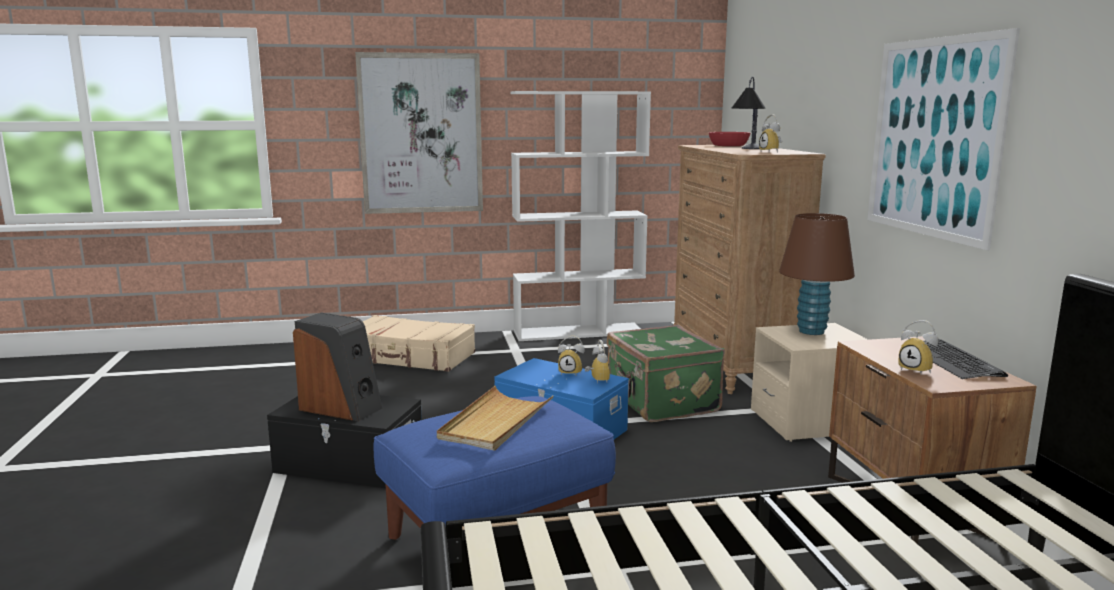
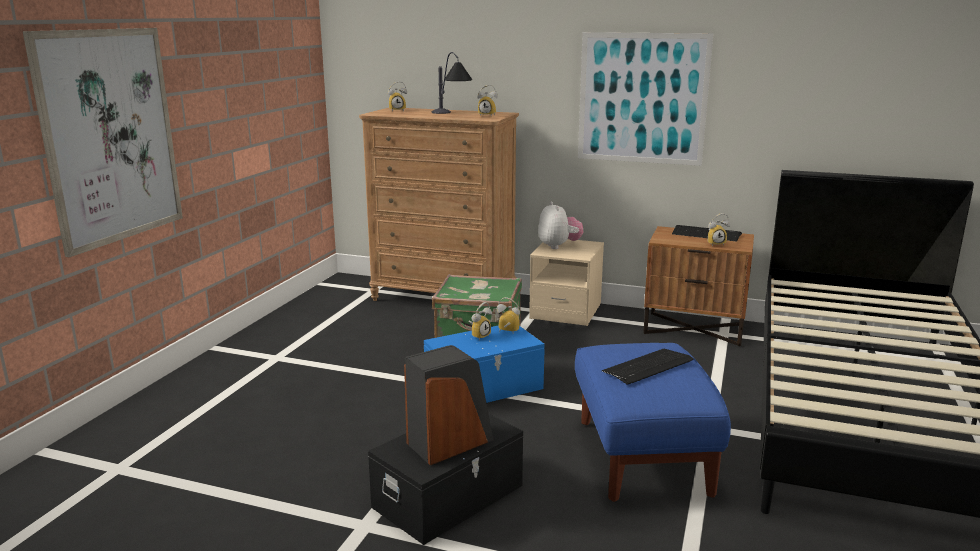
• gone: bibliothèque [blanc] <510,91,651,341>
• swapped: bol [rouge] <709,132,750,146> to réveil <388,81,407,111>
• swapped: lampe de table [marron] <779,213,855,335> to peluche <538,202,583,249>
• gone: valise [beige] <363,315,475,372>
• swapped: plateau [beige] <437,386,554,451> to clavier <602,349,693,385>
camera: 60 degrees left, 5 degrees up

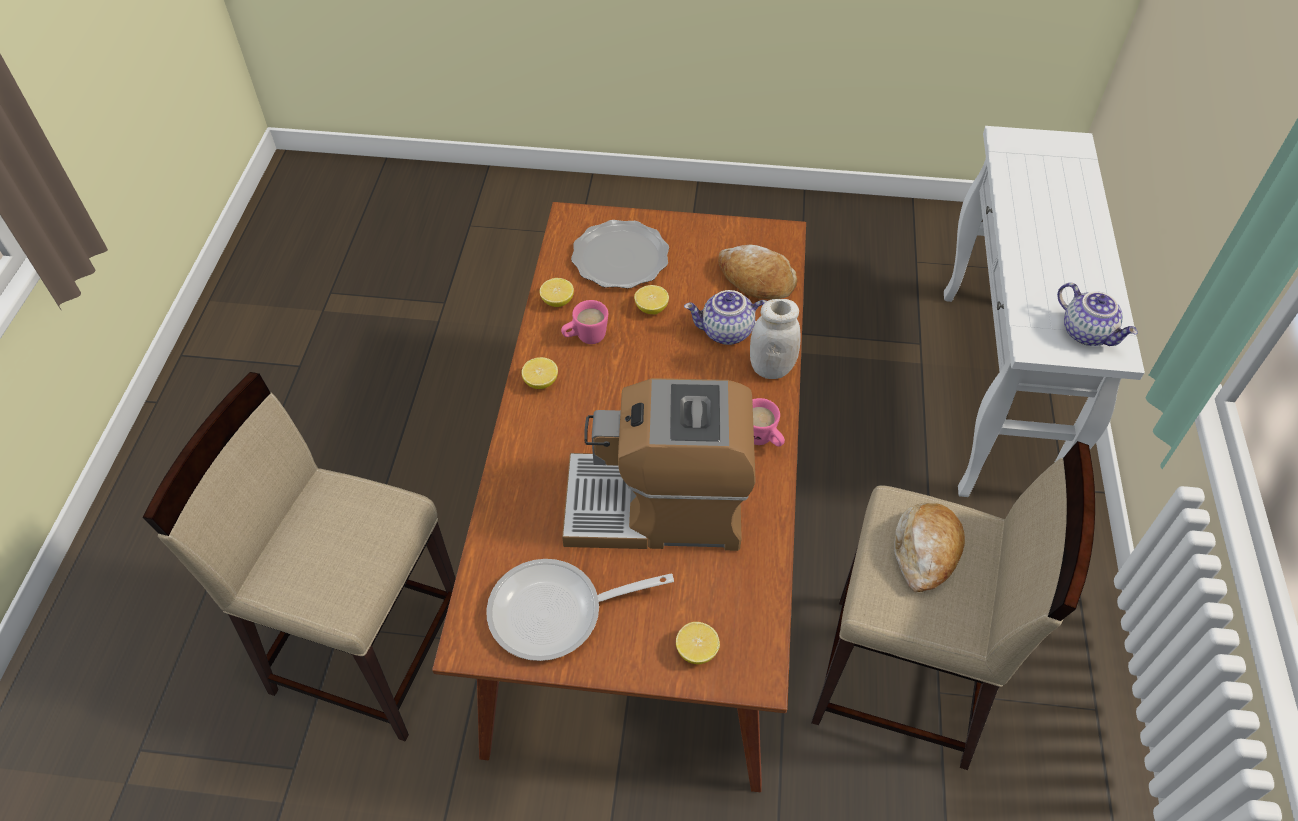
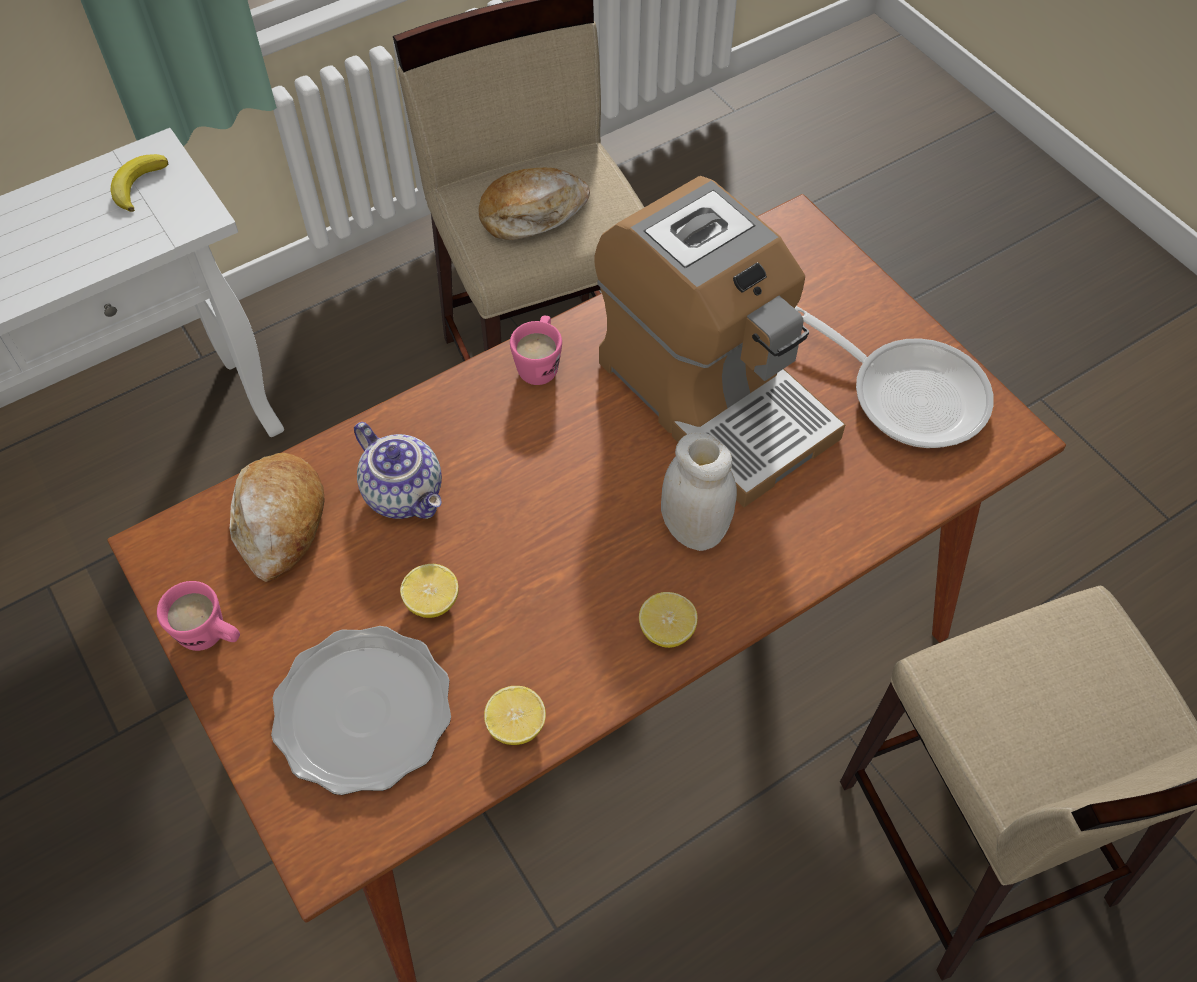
• swapped: théière <1057,283,1138,346> to banane <110,154,169,212>
• shifted: bocal [blanc] <750,299,801,379> to <661,432,737,551>
• shifted: mug [rose] <561,300,608,344> to <157,581,240,651>
• gone: citron <676,622,720,664>
camera: 130 degrees left, 5 degrees up

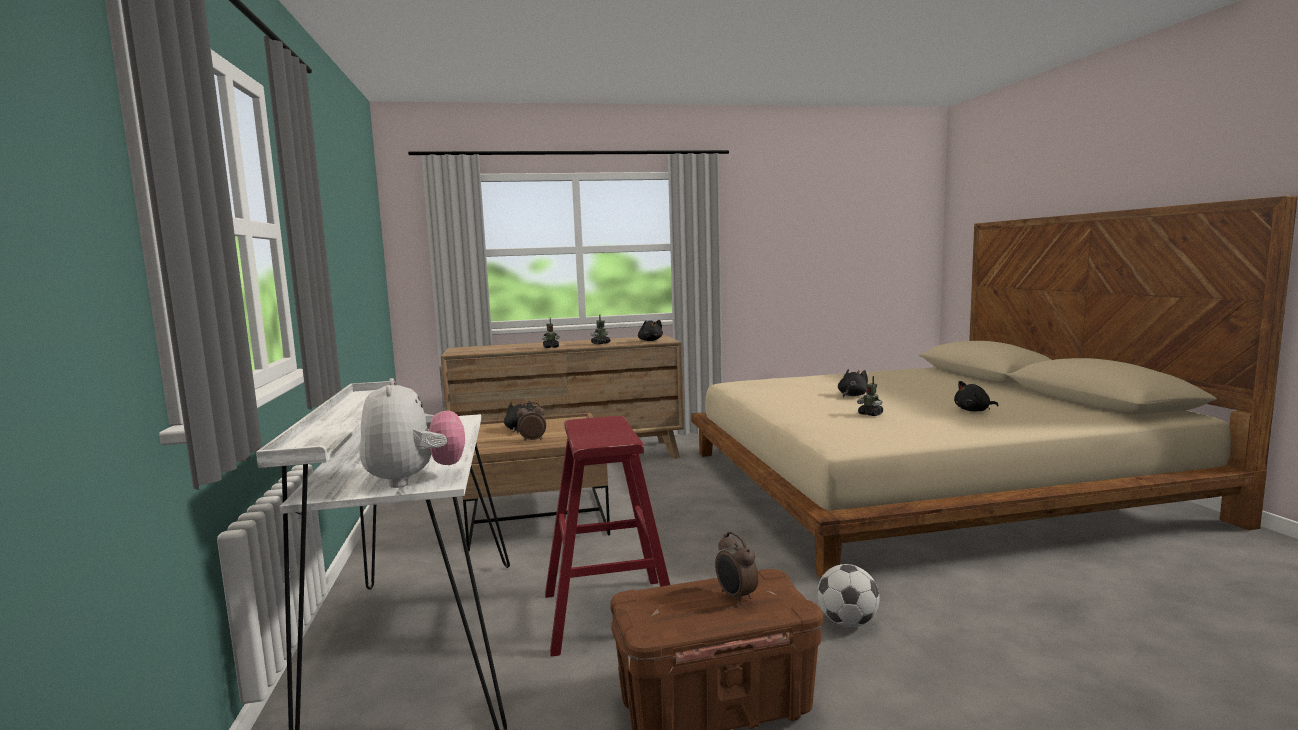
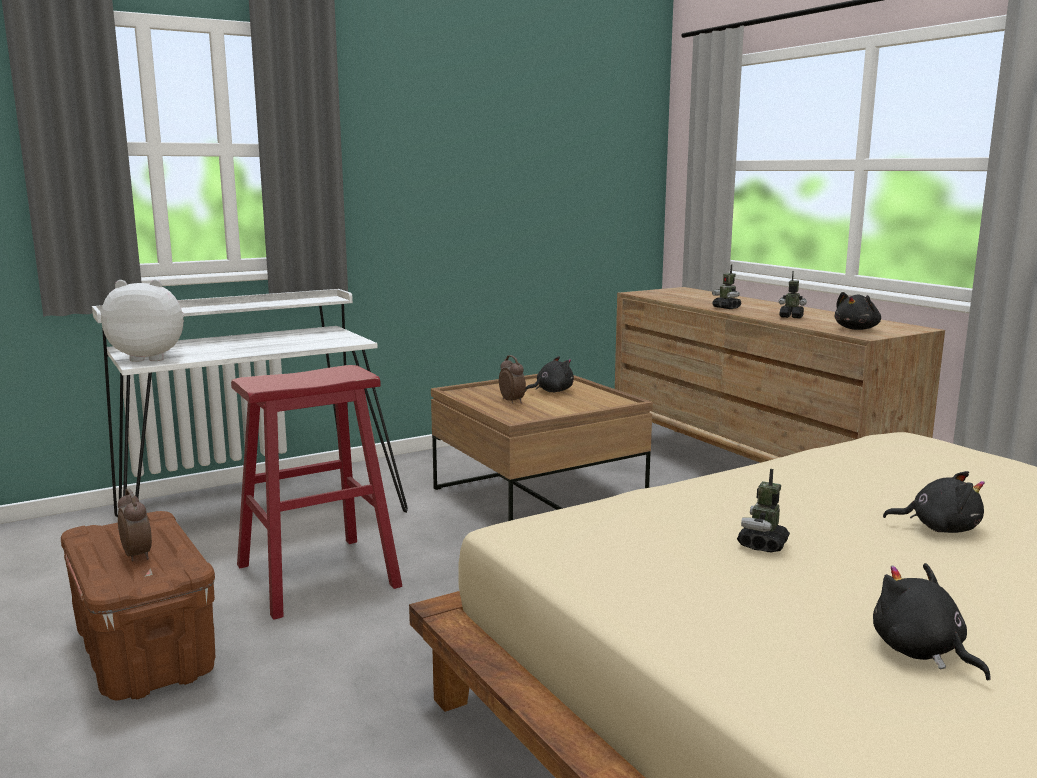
• rotated: peluche <360,378,465,488> = <101,279,184,362> 150 degrees counterclockwise
• rotated: réveil <715,531,758,605> = <118,489,152,561> 105 degrees clockwise
• gone: ballon de foot <817,564,880,627>
camera: 70 degrees right, 5 degrees up

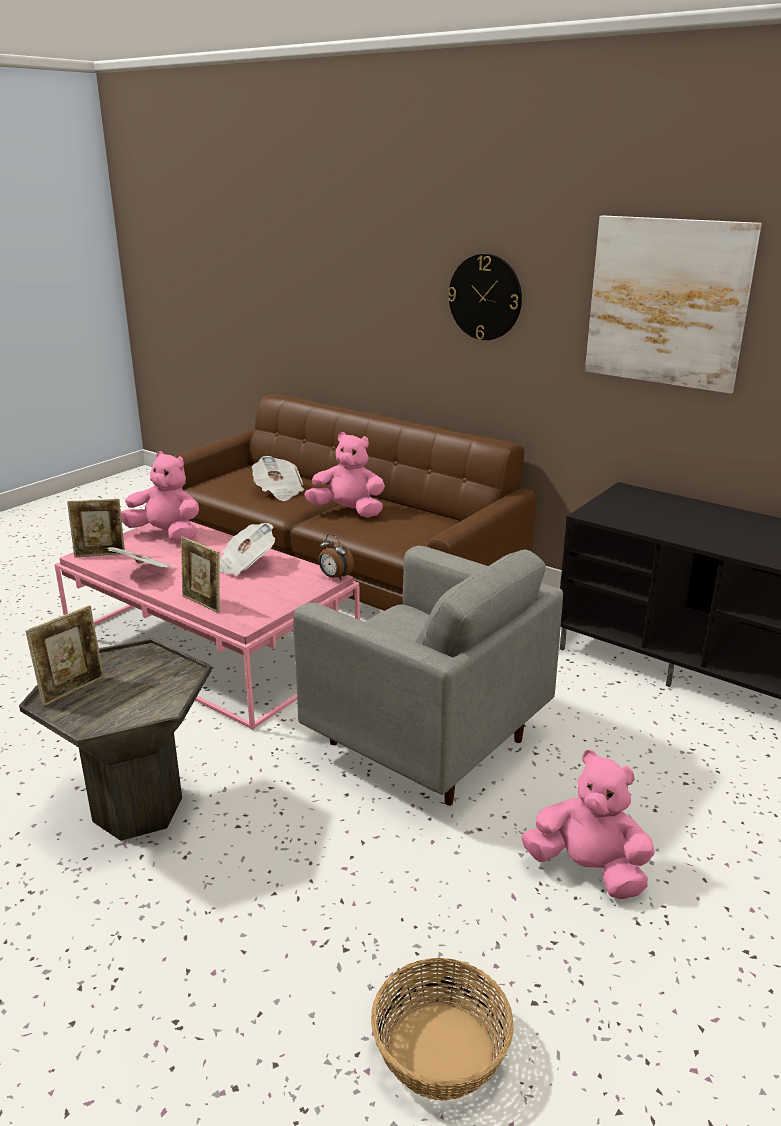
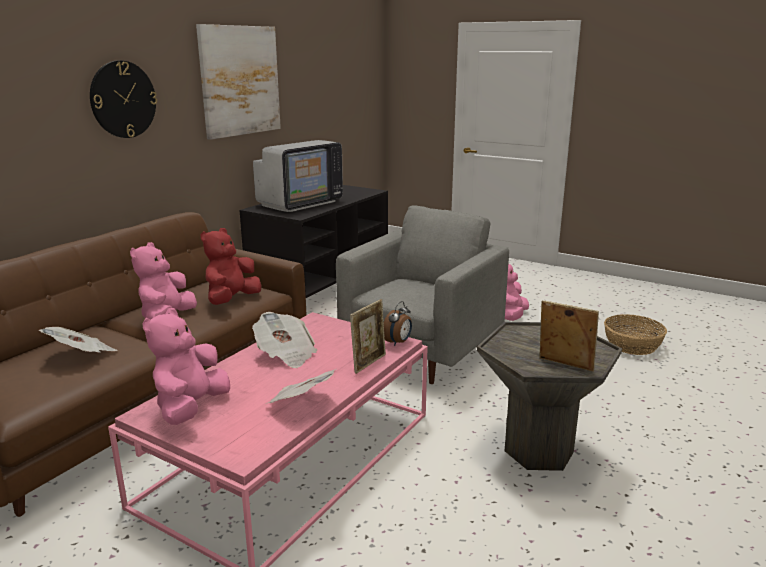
• gone: cadre photo <67,499,125,558>
• shifted: réveil <319,534,354,580> to <384,301,412,346>
• new: téléviseur <253,140,343,212>
• new: peluche [rouge] <200,228,262,305>
camera: 95 degrees left, 5 degrees down

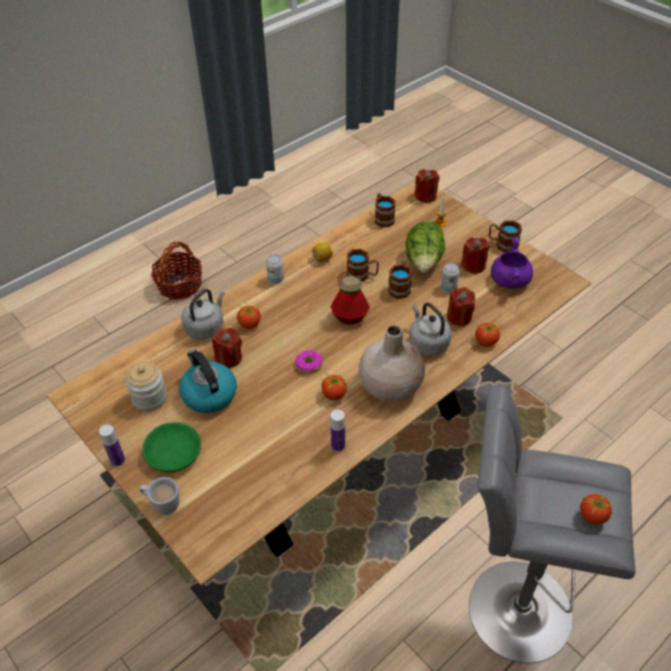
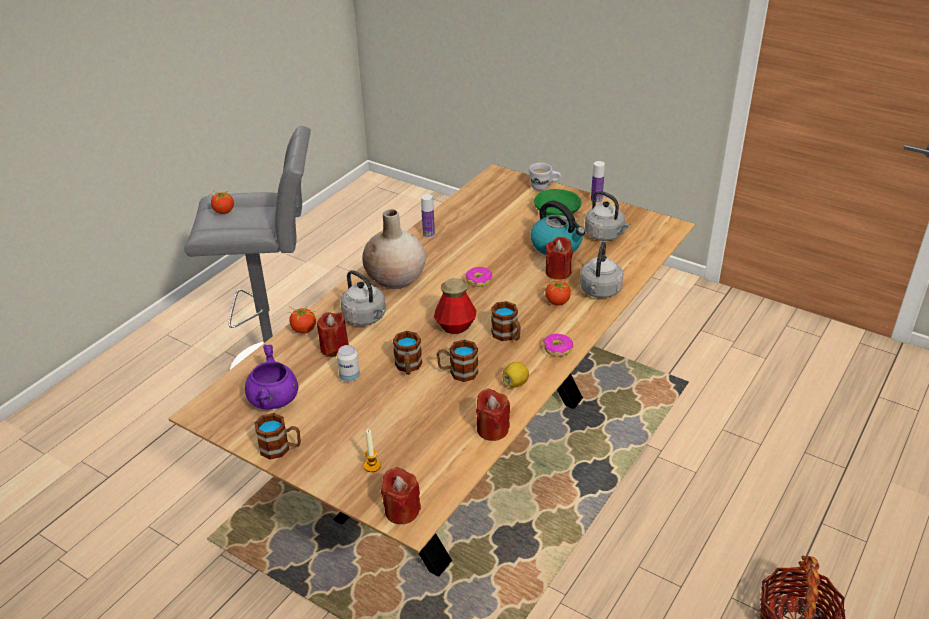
• shifted: mug <375,193,396,227> to <491,301,521,341>
• gone: laitue <405,221,445,272>
• shifted: bougie [rouge] <461,237,490,274> to <476,388,510,441>
• swapped: boîte métallique <266,254,284,284> to beignet <543,334,573,357>
• swapped: bocal <125,362,167,411> to bouilloire [gris] <585,191,630,241>
• gone: tomate <320,372,347,401>
camera: 165 degrees right, 10 degrees down

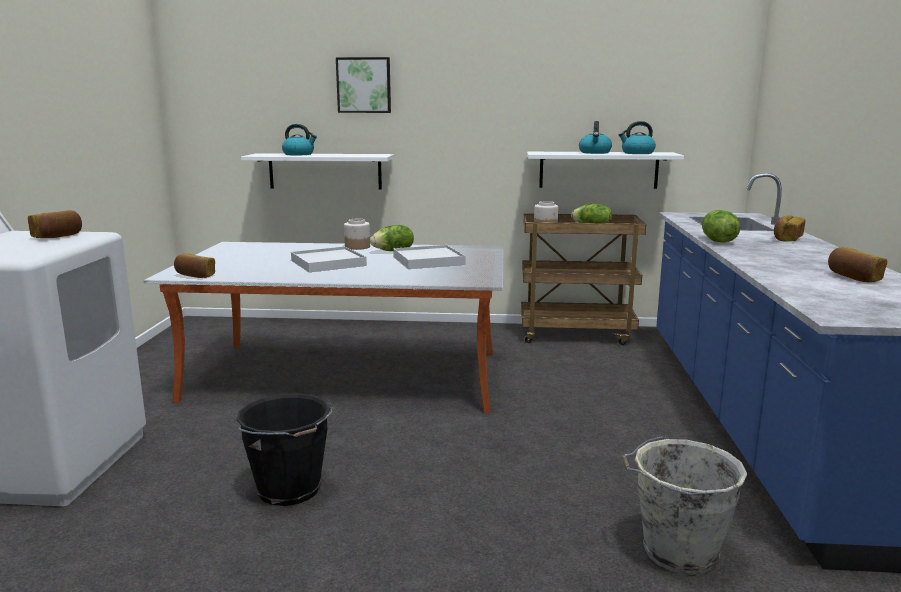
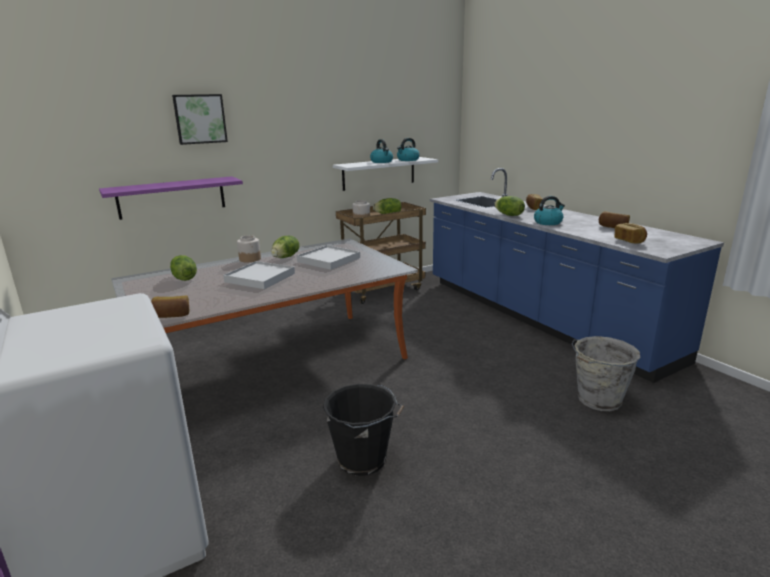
• shifted: bouilloire <282,124,317,156> to <534,196,565,225>
• repainted: étagère [blanc] <241,153,394,190> to étagère [violet] <99,176,243,220>
• shifted: pain <28,210,82,238> to <614,223,647,243>
• new: laitue <170,255,197,281>
camera: 35 degrees left, 5 degrees up

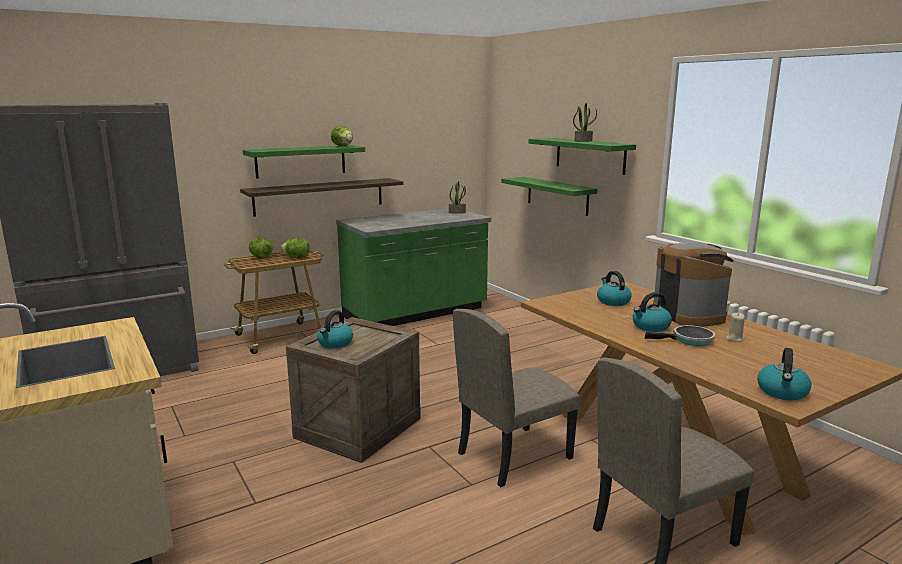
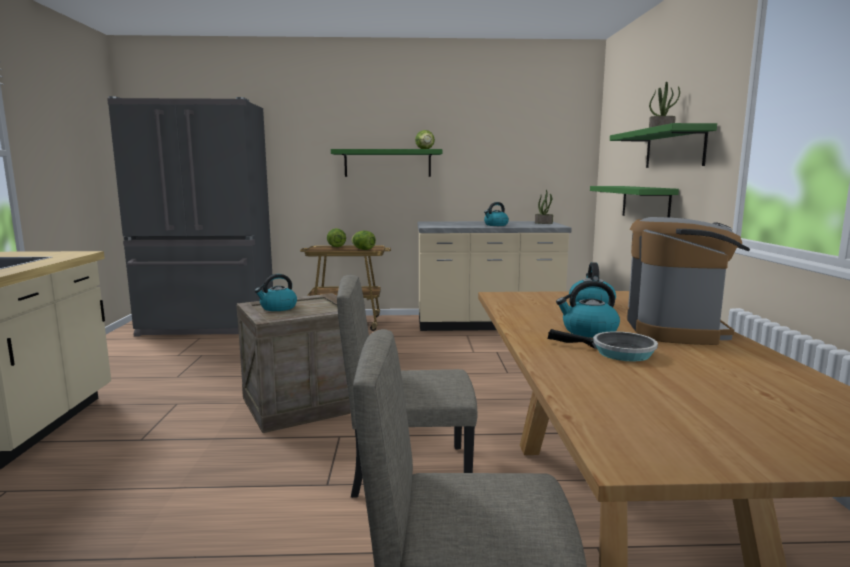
• gone: étagère <240,178,403,217>
• repainted: comptoir de cuisine [vert] <336,208,491,326> to comptoir de cuisine [beige] <418,221,572,331>
• gone: bougie [beige] <726,313,745,342>
• shifted: bouilloire <757,348,812,400> to <484,202,509,226>
camera: 30 degrees right, 5 degrees down

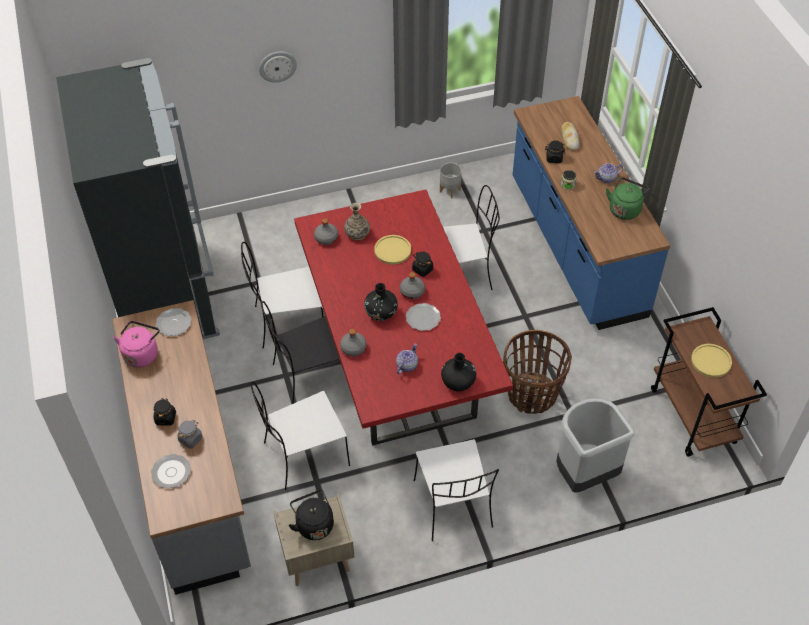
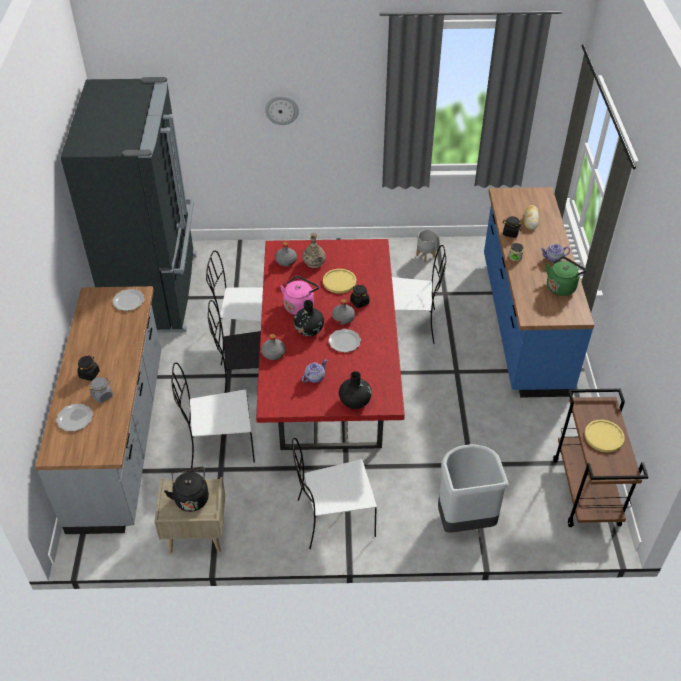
• shifted: bouilloire [rose] <113,321,160,368> to <280,276,319,315>
• gone: panier <503,330,572,414>
• rotated: chaise [blanc] <414,439,499,541> = <292,438,377,549> 75 degrees clockwise
camera: 15 degrees right, 5 degrees down

